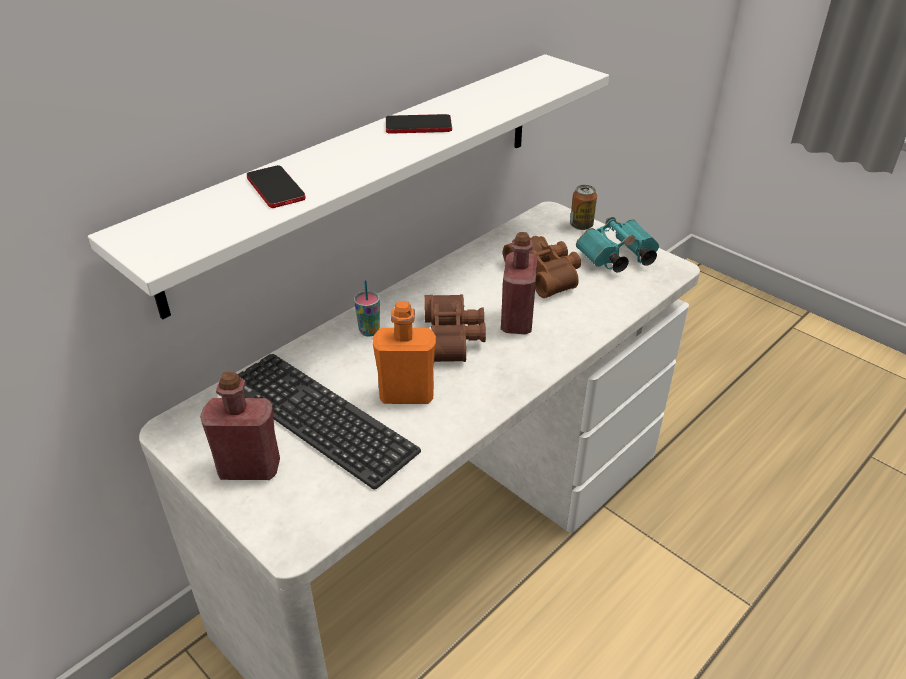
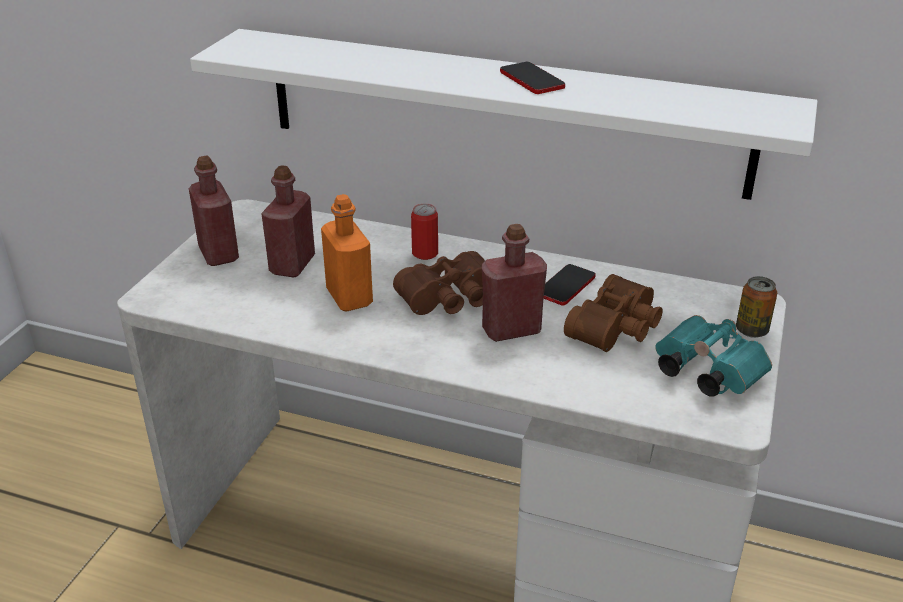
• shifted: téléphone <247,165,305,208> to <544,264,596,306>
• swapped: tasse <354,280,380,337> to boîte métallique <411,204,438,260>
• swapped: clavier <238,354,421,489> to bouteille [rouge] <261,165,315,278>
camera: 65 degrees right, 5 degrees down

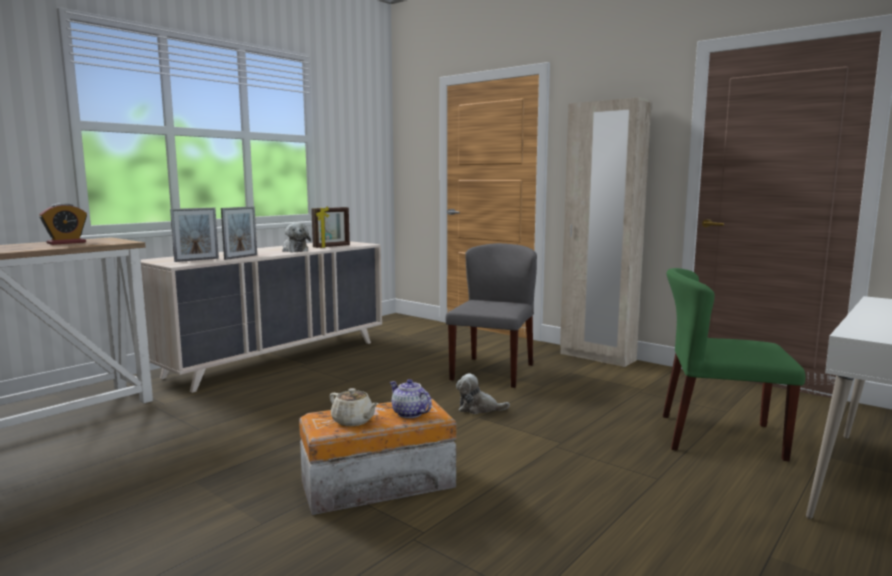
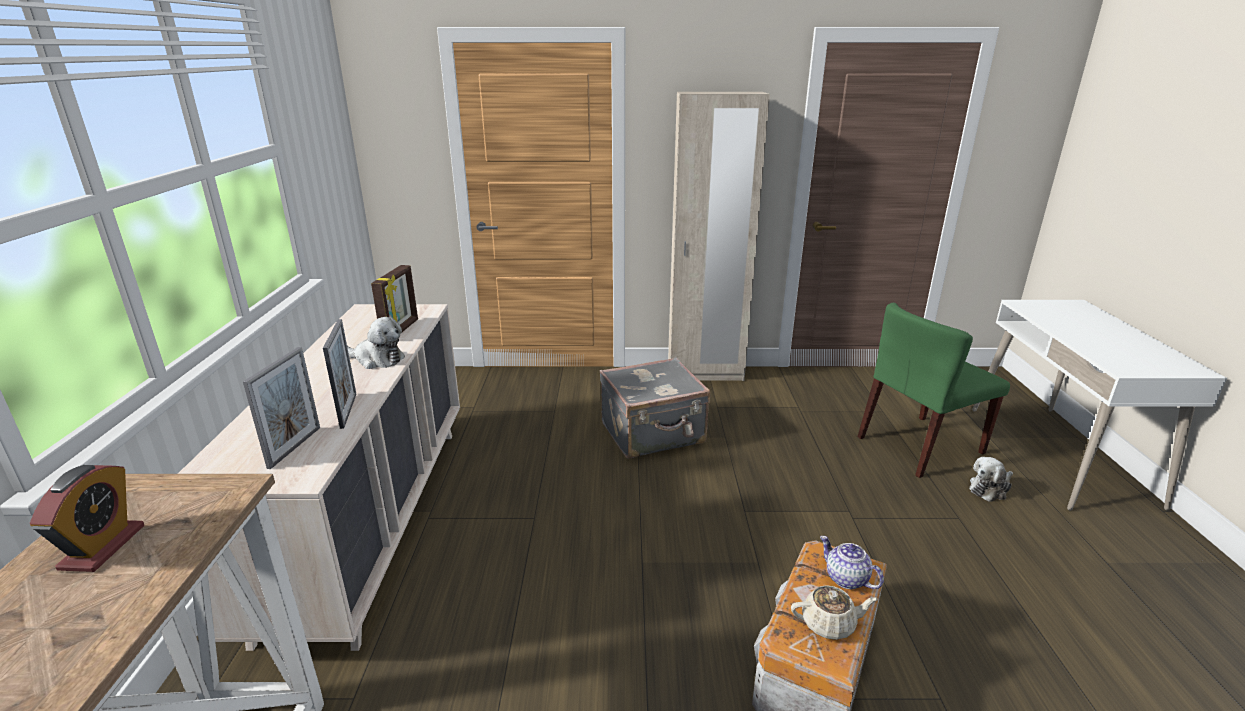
• swapped: chaise [gris] <445,243,537,388> to valise [gris] <600,357,710,458>
• shifted: peluche <456,373,510,414> to <969,457,1013,502>
• rotated: théière <390,379,432,418> = <820,536,884,589> 45 degrees clockwise
camera: 40 degrees left, 15 degrees up

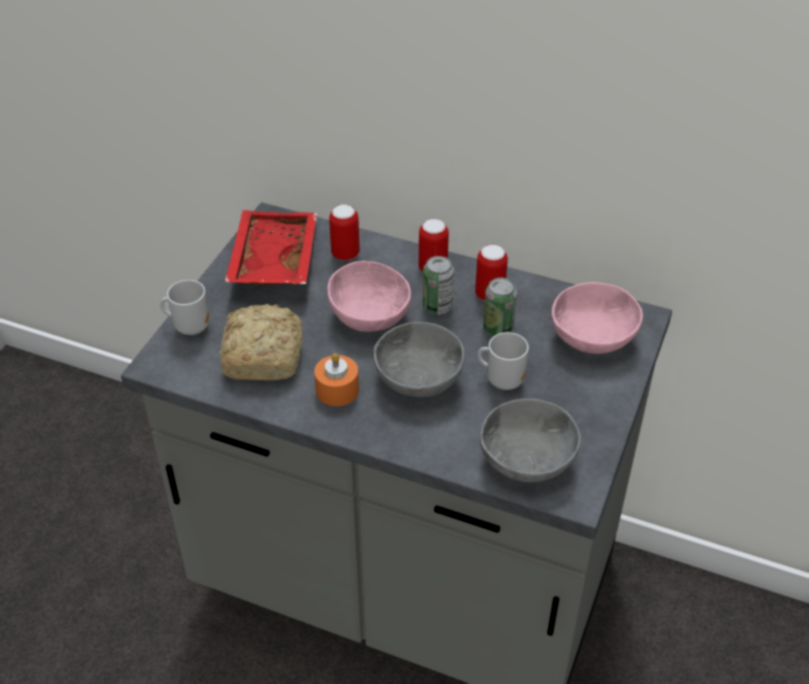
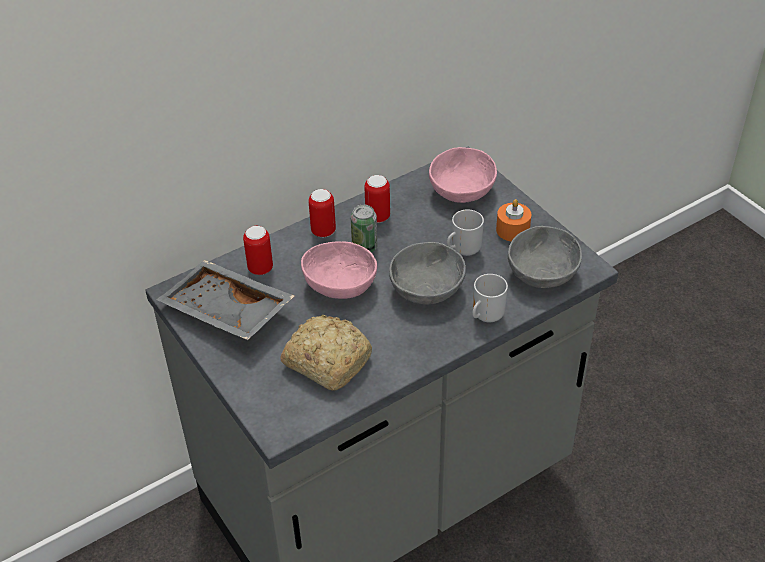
• repainted: plateau [rouge] <225,210,317,285> to plateau [gris] <156,260,294,340>
• gone: boîte métallique <483,278,517,336>
• shifted: mug <160,280,209,335> to <472,274,508,322>
• shifted: bougie [orange] <314,353,359,406> to <496,199,532,241>
camera: 55 degrees left, 0 degrees up

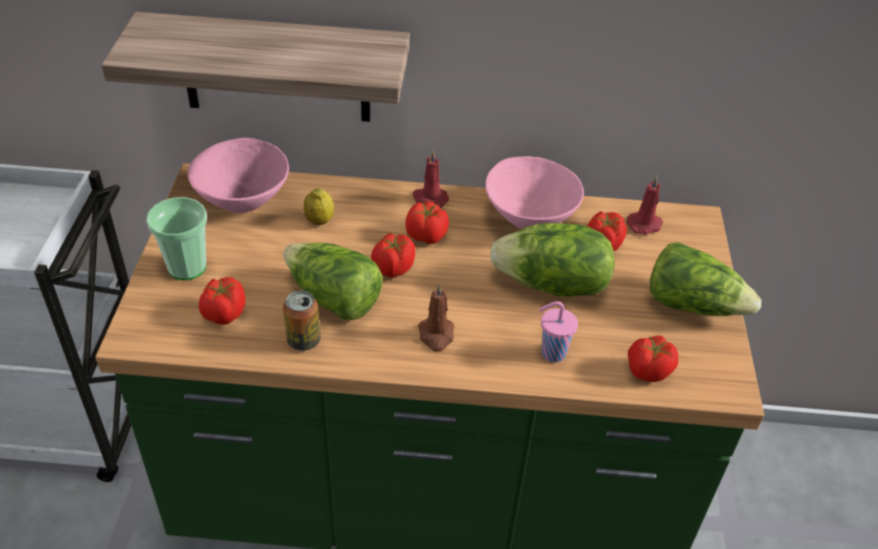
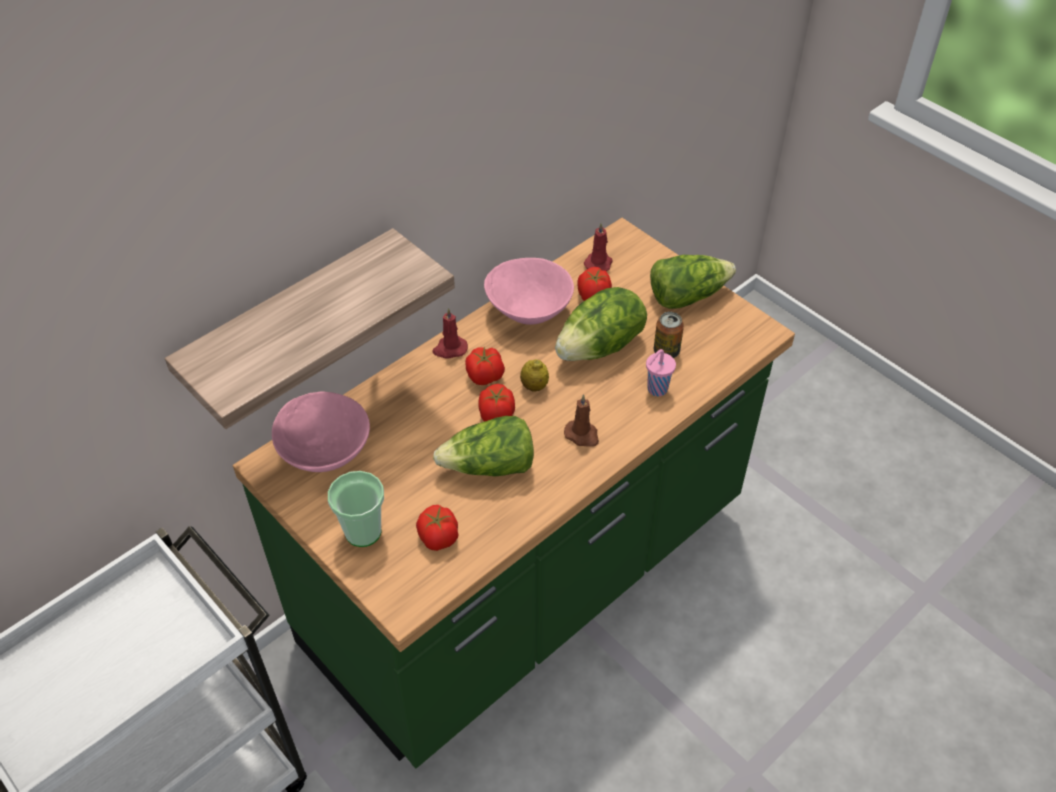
• shifted: citron <304,188,334,225> to <520,359,549,392>
• shifted: boîte métallique <283,290,321,351> to <654,312,684,358>
• gone: tomate <628,336,678,382>
camera: 45 degrees left, 5 degrees up

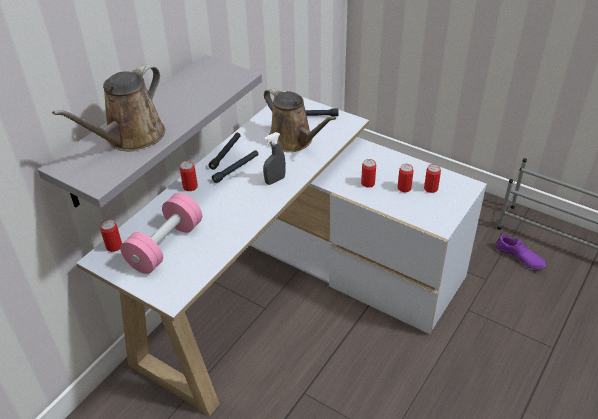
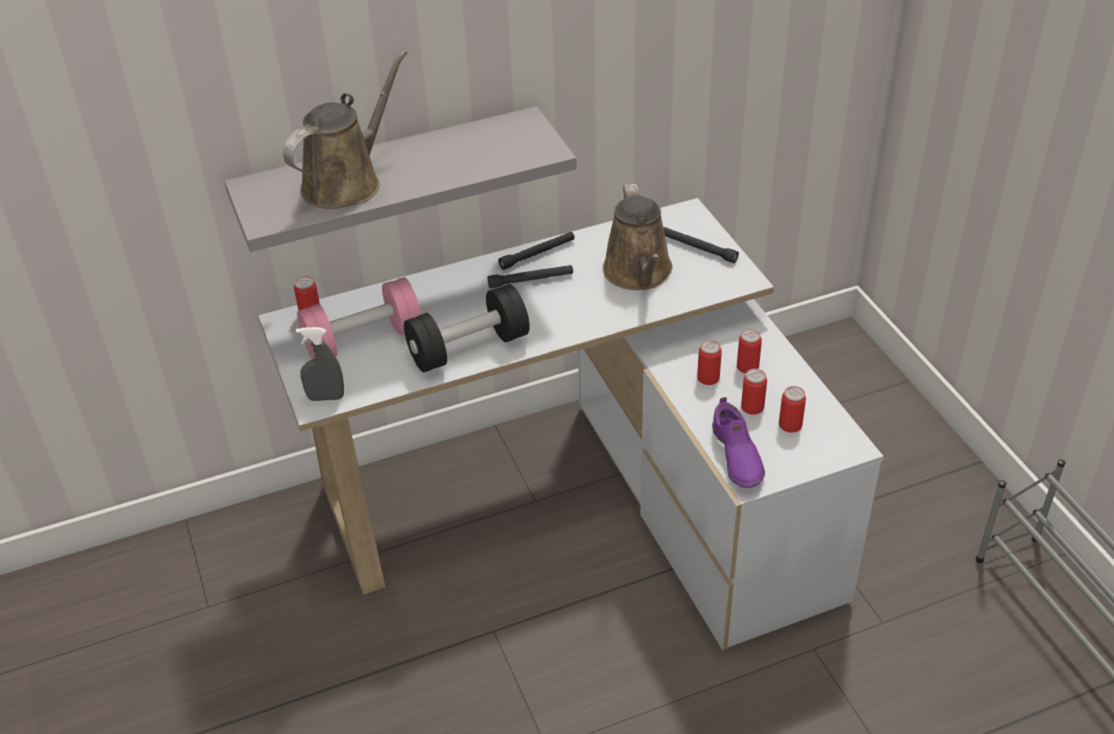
• rotated: arrosoir [marron] <52,64,165,151> = <283,50,407,209> 150 degrees clockwise
• shifted: vaporisateur [gris] <263,132,286,185> to <296,327,344,401>
• shifted: boîte métallique <180,161,198,191> to <737,329,762,373>
• shifted: chaussure [violet] <496,233,547,270> to <712,397,765,488>
• new: haltère [noir] <404,284,530,372>
camera: 35 degrees right, 0 degrees up

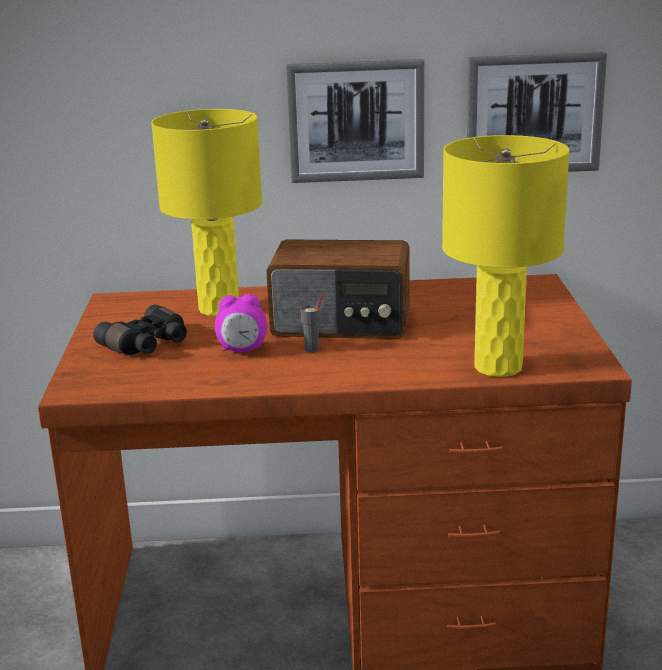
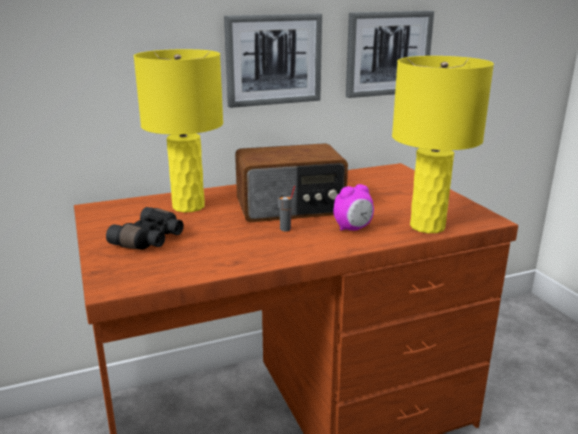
• shifted: réveil <215,294,267,353> to <333,184,374,231>
camera: 20 degrees left, 0 degrees up

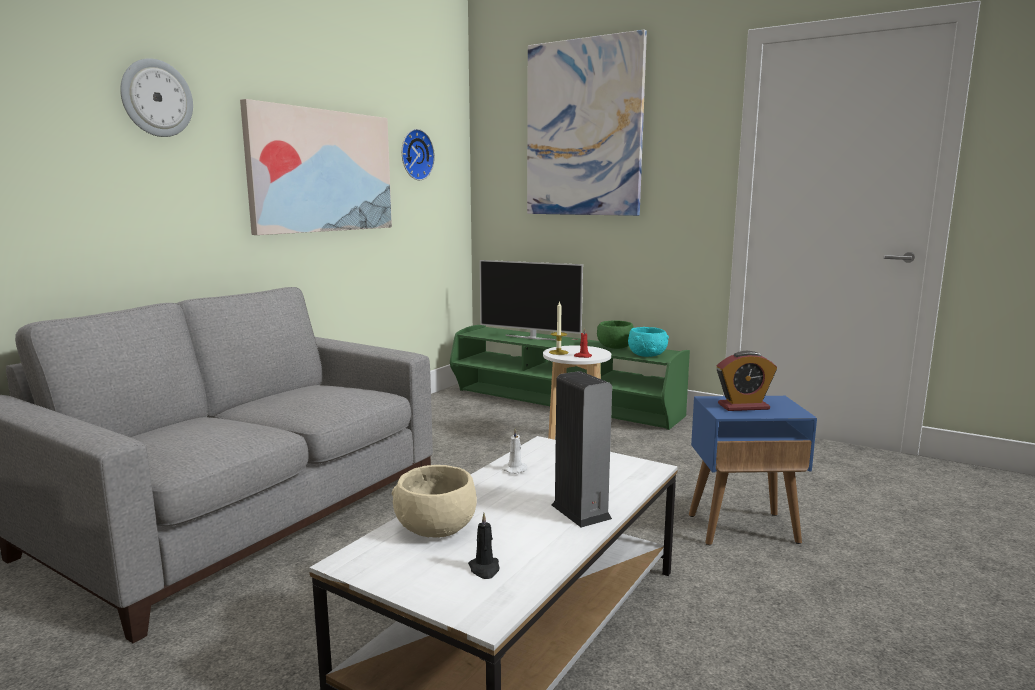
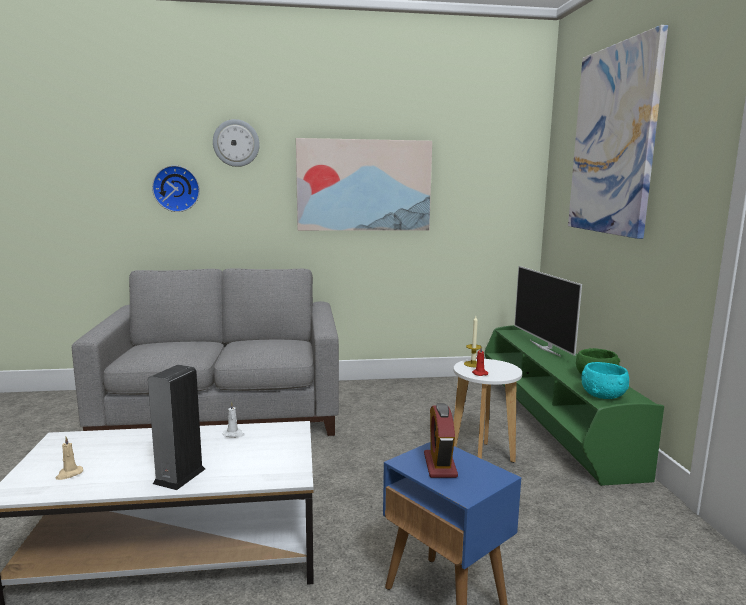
• shifted: horloge murale <402,129,435,180> to <152,165,200,212>
• rotated: réveil <716,351,777,411> = <424,403,458,478> 45 degrees clockwise
• gone: bol [beige] <391,465,477,537>
• repainted: bougie [noir] <468,513,500,579> to bougie [beige] <56,437,83,480>
camera: 50 degrees right, 0 degrees up

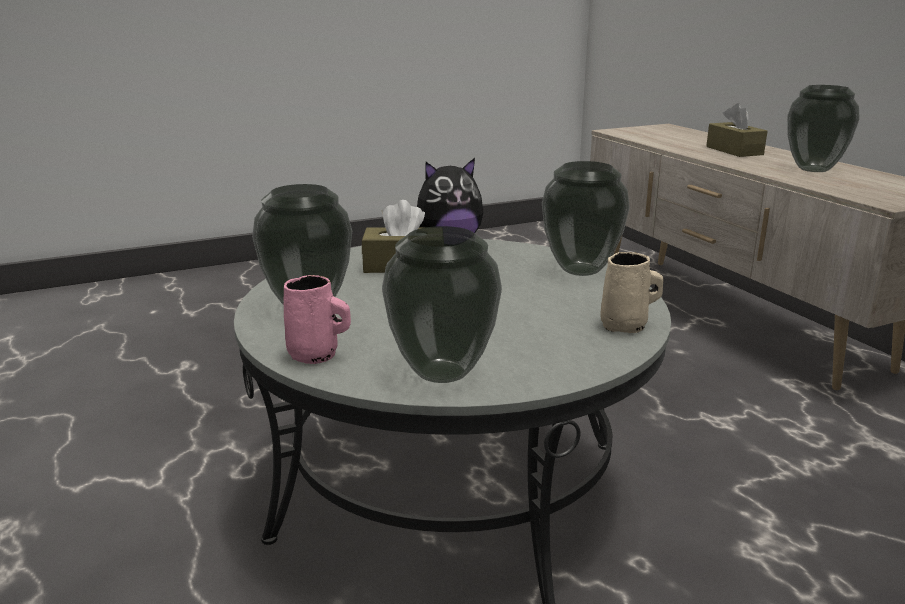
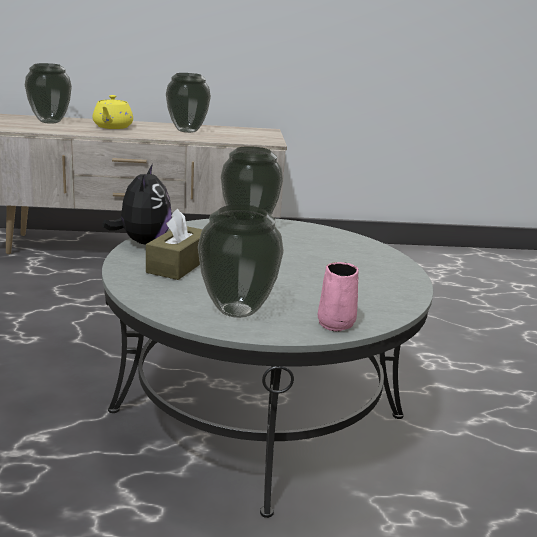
• swapped: boîte à mouchoirs [marron] <706,103,767,157> to théière [jaune] <93,95,133,129>
• shifted: vase <382,226,502,383> to <25,63,72,124>
• gone: mug [beige] <600,252,663,333>
camera: 70 degrees left, 0 degrees up

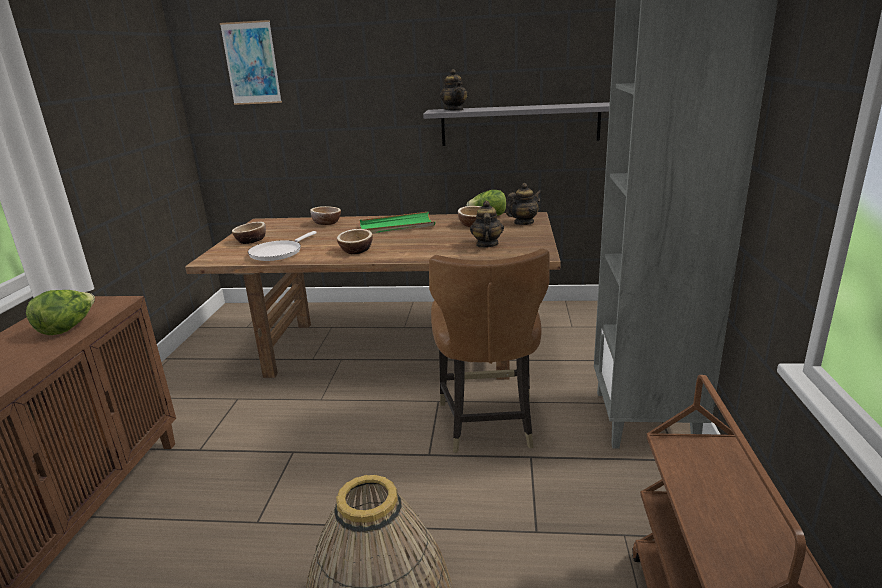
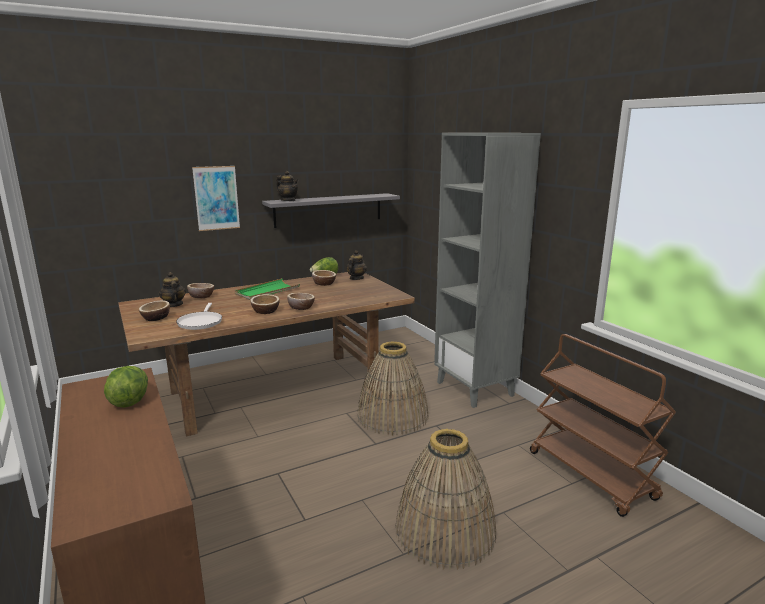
• shifted: tableau <220,20,282,105> to <192,166,240,231>
• shifted: théière <470,201,504,248> to <159,272,186,308>
• swapped: chaise [marron] <429,249,549,453> to panier <357,342,428,436>
• new: bol <287,293,315,310>
camera: 35 degrees left, 5 degrees down

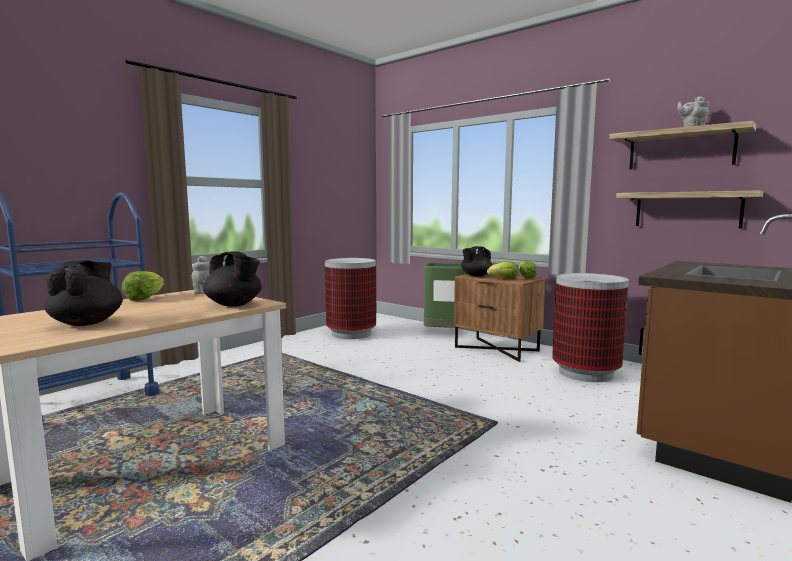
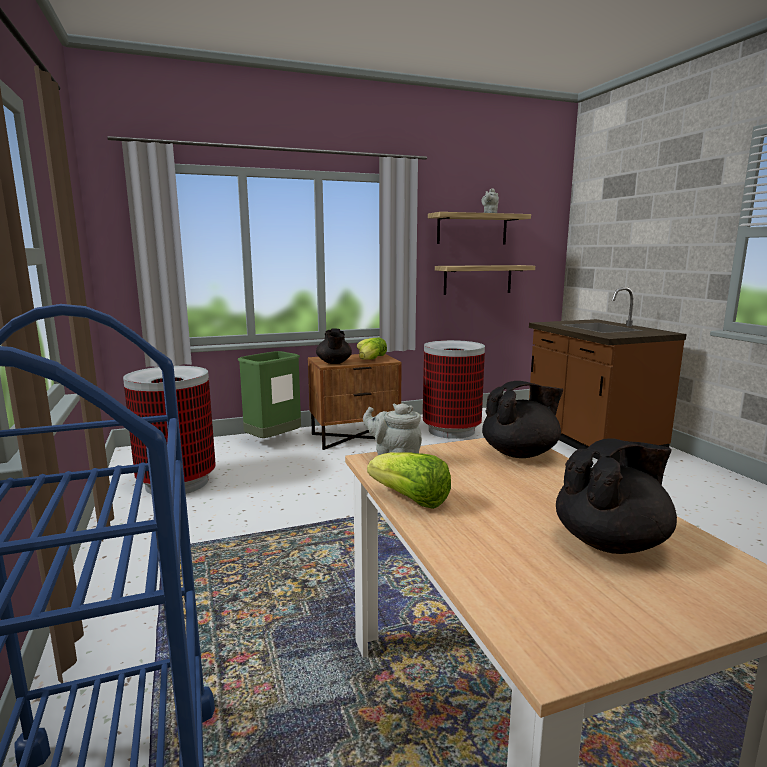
• rotated: théière [noir] <44,260,123,326> = <556,438,677,554> 120 degrees clockwise
camera: 60 degrees left, 5 degrees up

